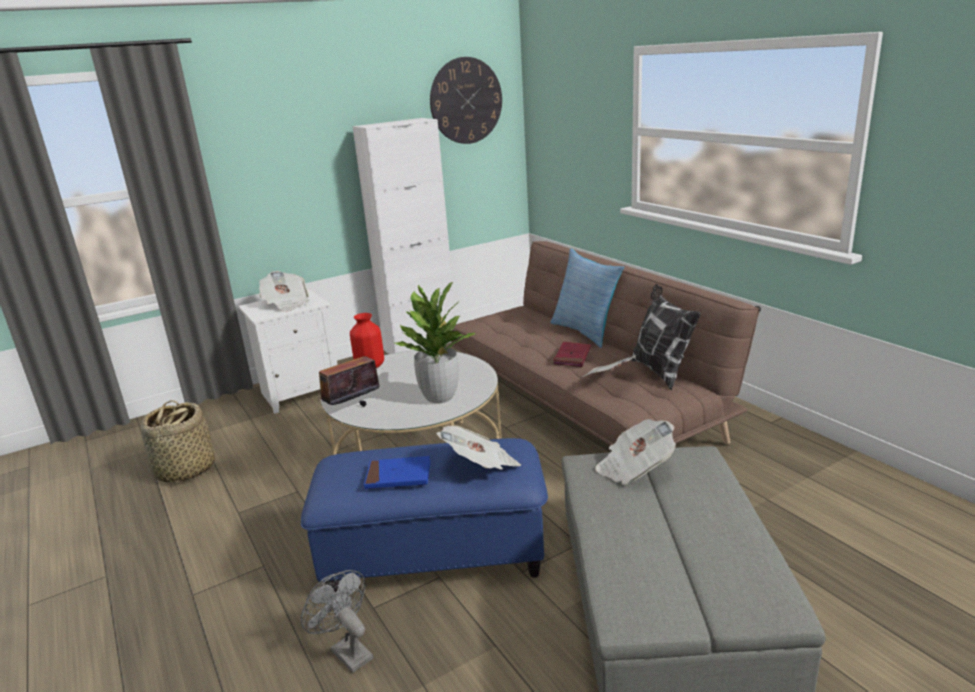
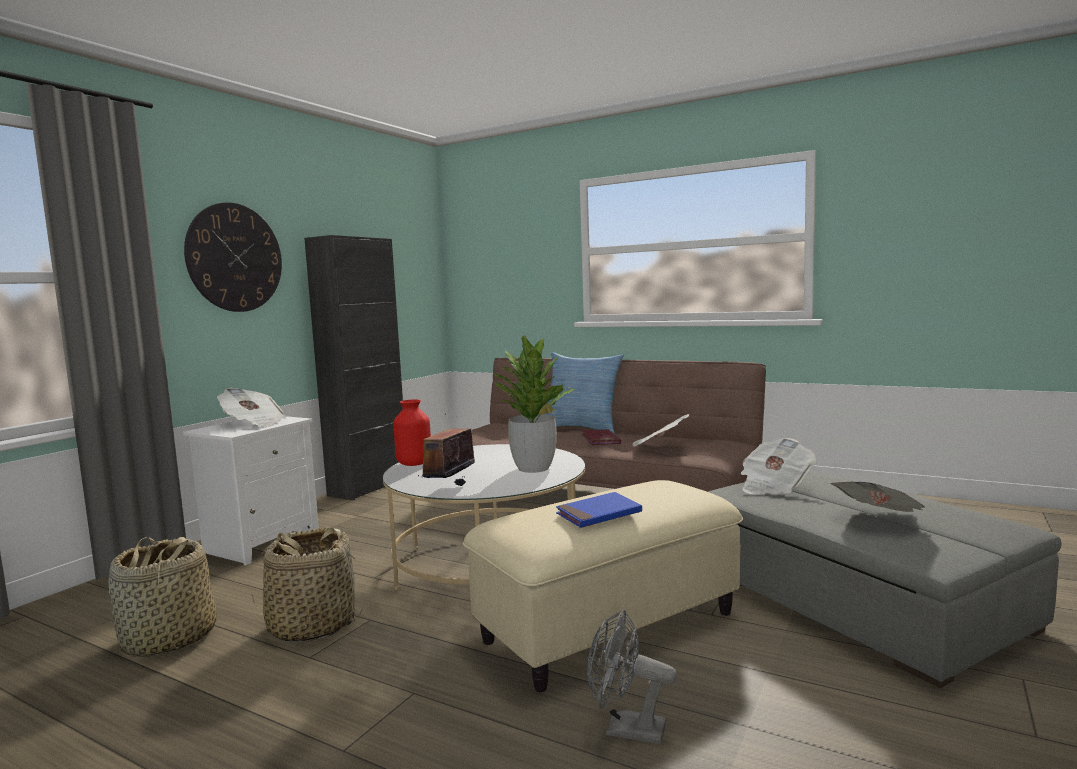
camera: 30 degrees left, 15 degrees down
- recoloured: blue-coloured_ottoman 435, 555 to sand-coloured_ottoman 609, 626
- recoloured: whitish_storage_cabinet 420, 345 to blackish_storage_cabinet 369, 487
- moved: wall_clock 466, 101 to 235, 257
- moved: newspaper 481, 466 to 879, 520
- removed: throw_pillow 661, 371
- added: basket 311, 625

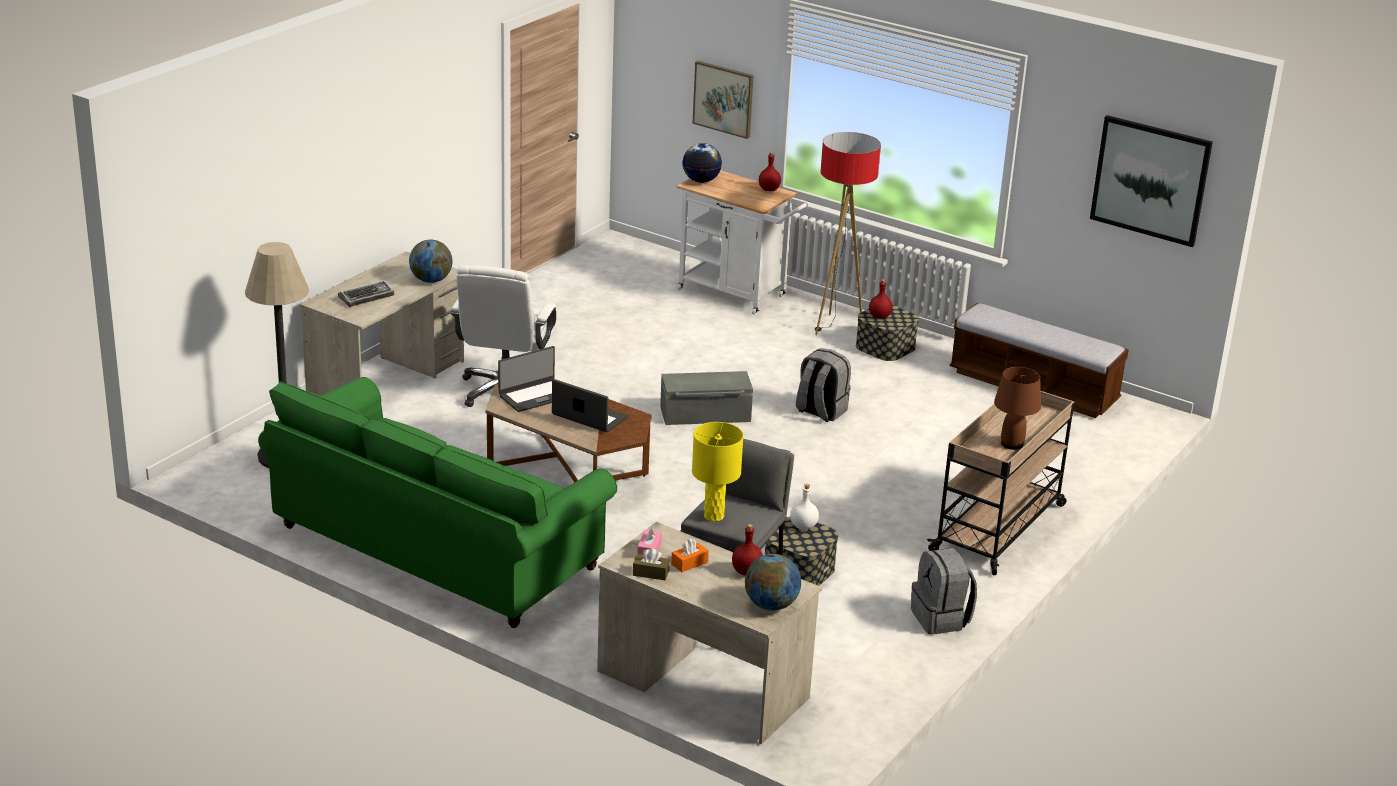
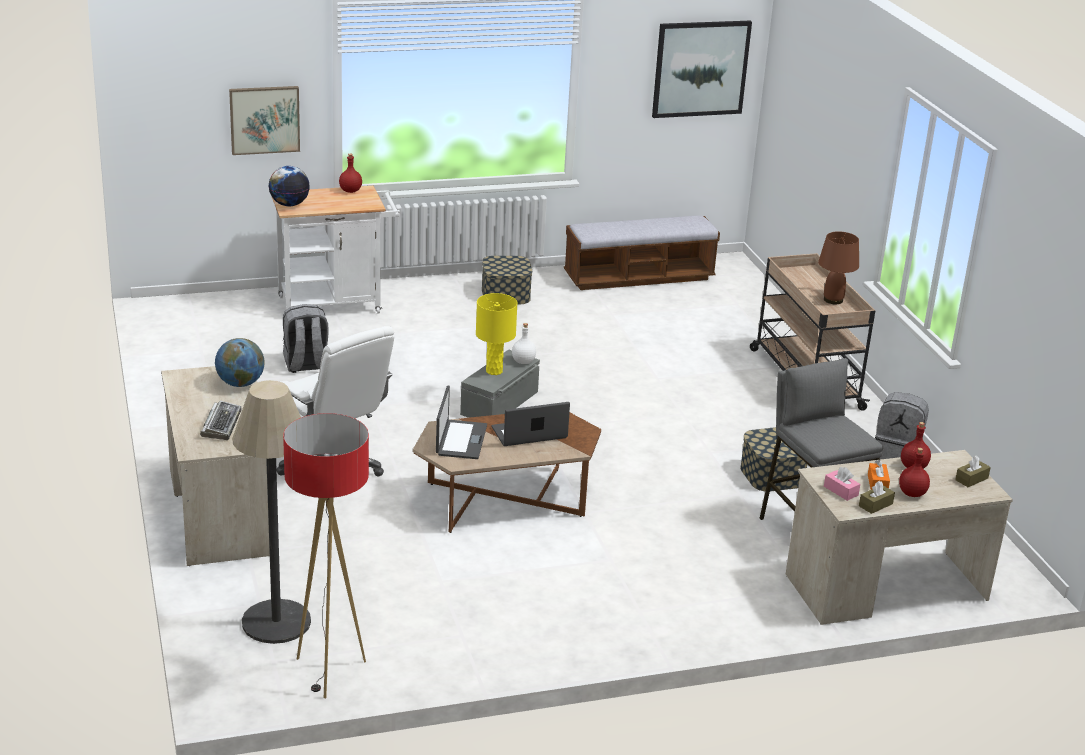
camera: 50 degrees left, 0 degrees up
- removed: green_settee 437, 548
- moved: yellow-coloured_lamp_for_a_table 714, 516 to 494, 371
- replaced: globe 771, 605 to brown_tissue_box 971, 479
- moved: whitish_bottle 803, 526 to 523, 361
- moved: gray_backpack 820, 411 to 306, 365
- moved: floor_lamp 835, 327 to 328, 673
- moved: red_bottle 879, 316 to 911, 493

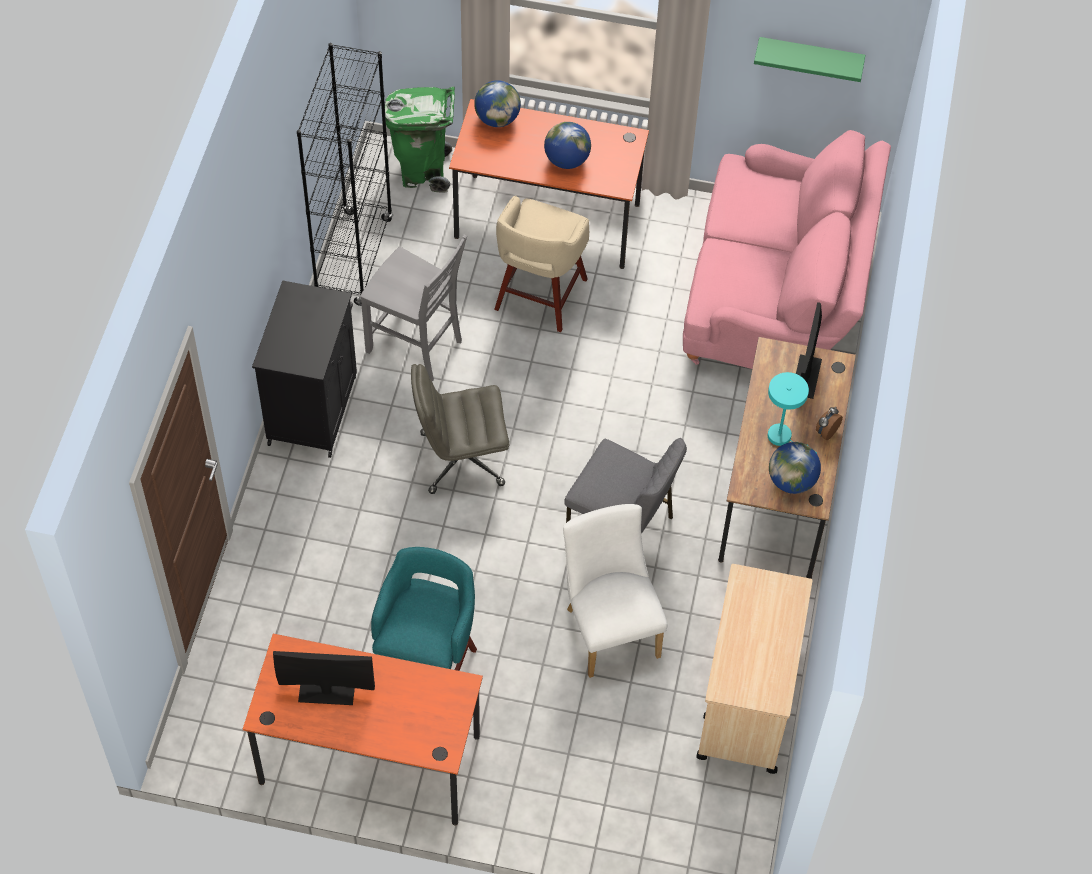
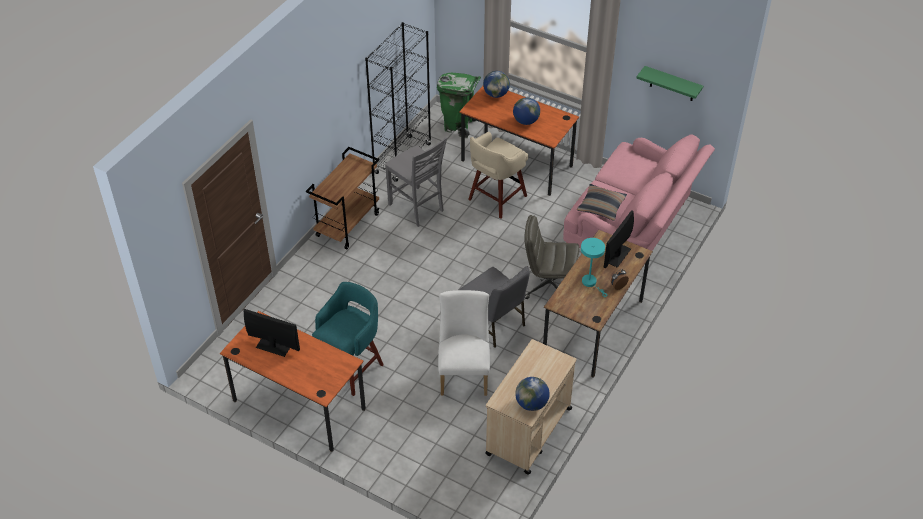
camera: 20 degrees right, 10 degrees down
- replaced: blackish_storage_cabinet 313, 408 to brown_trolley 347, 224
- moved: gray_desk_chair 461, 459 to 548, 285
- moved: globe 791, 481 to 531, 403
- added: throw_pillow 601, 206

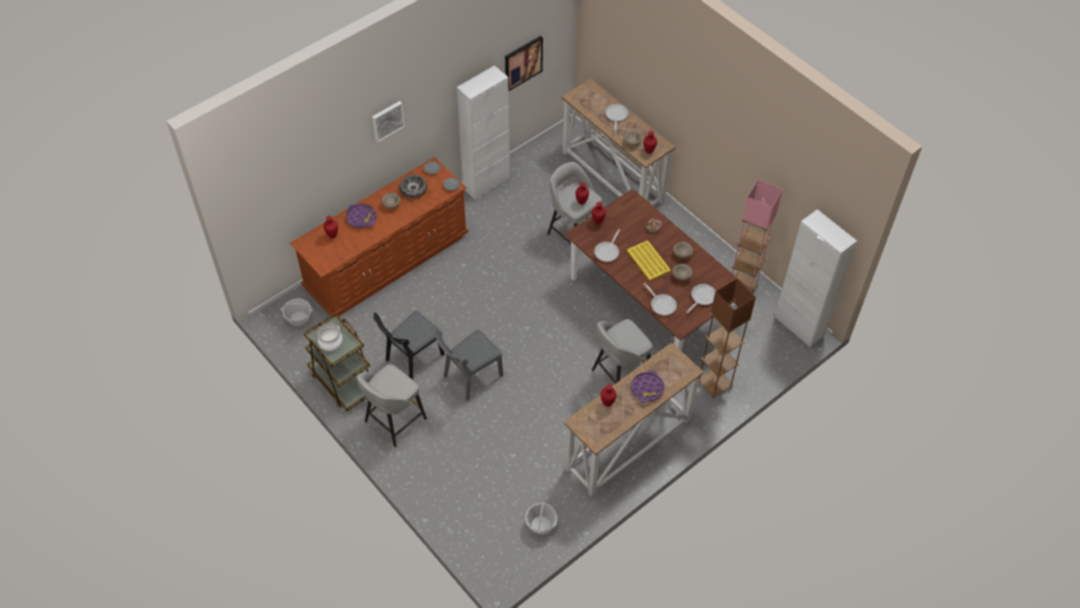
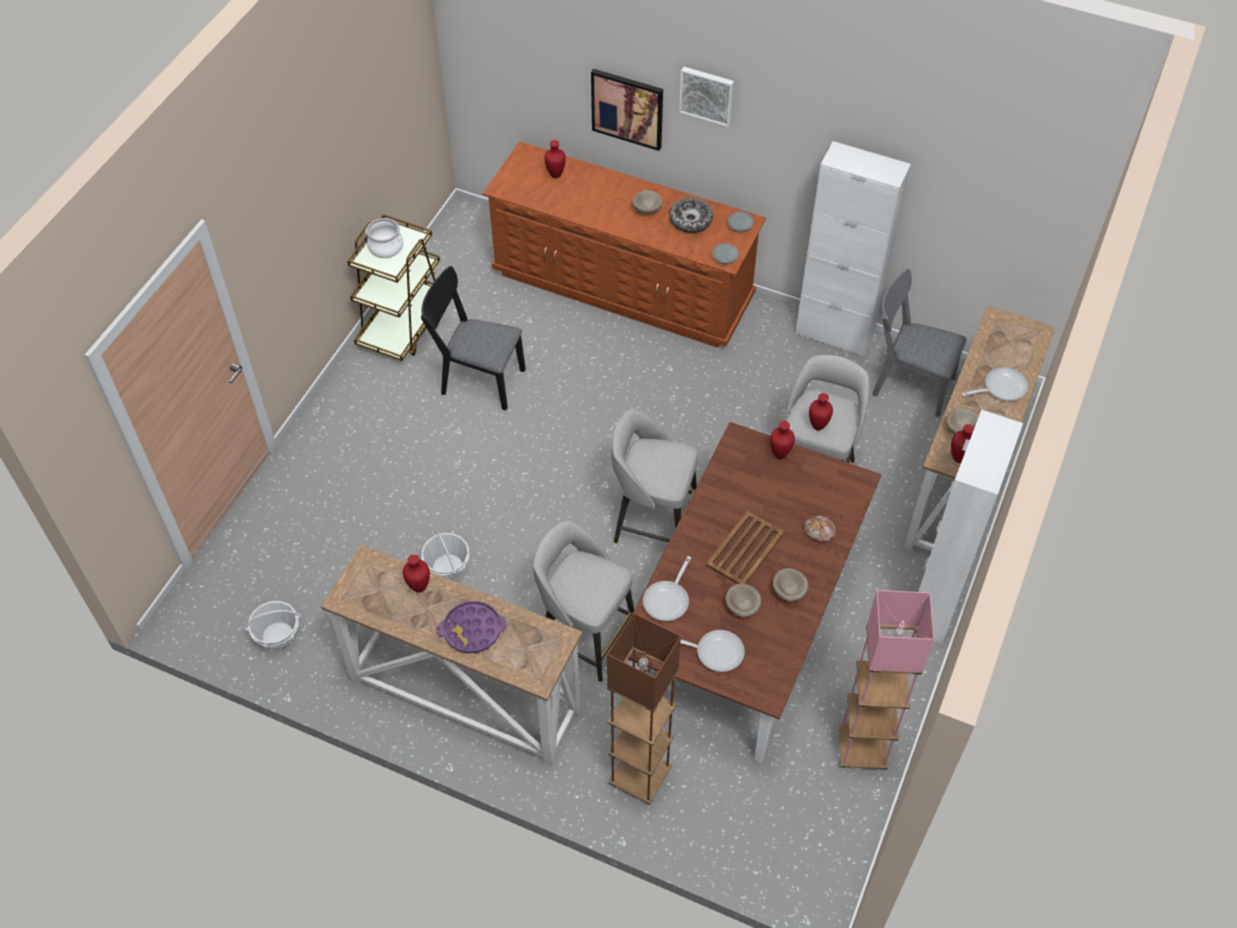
camera: 65 degrees right, 0 degrees up
- moved: basket 299, 319 to 447, 567
- removed: purple_serving_tray 361, 218
- moved: gray_sitting_stool 394, 421 to 653, 522
- moved: gray_chair 469, 378 to 907, 383
- moved: picture 523, 63 to 627, 108
- removed: pan 608, 251
- recoloured: yellow-coloured_serving_tray 648, 260 to brown_serving_tray 745, 549
- moved: whitish_storage_cabinet 799, 326 to 936, 604

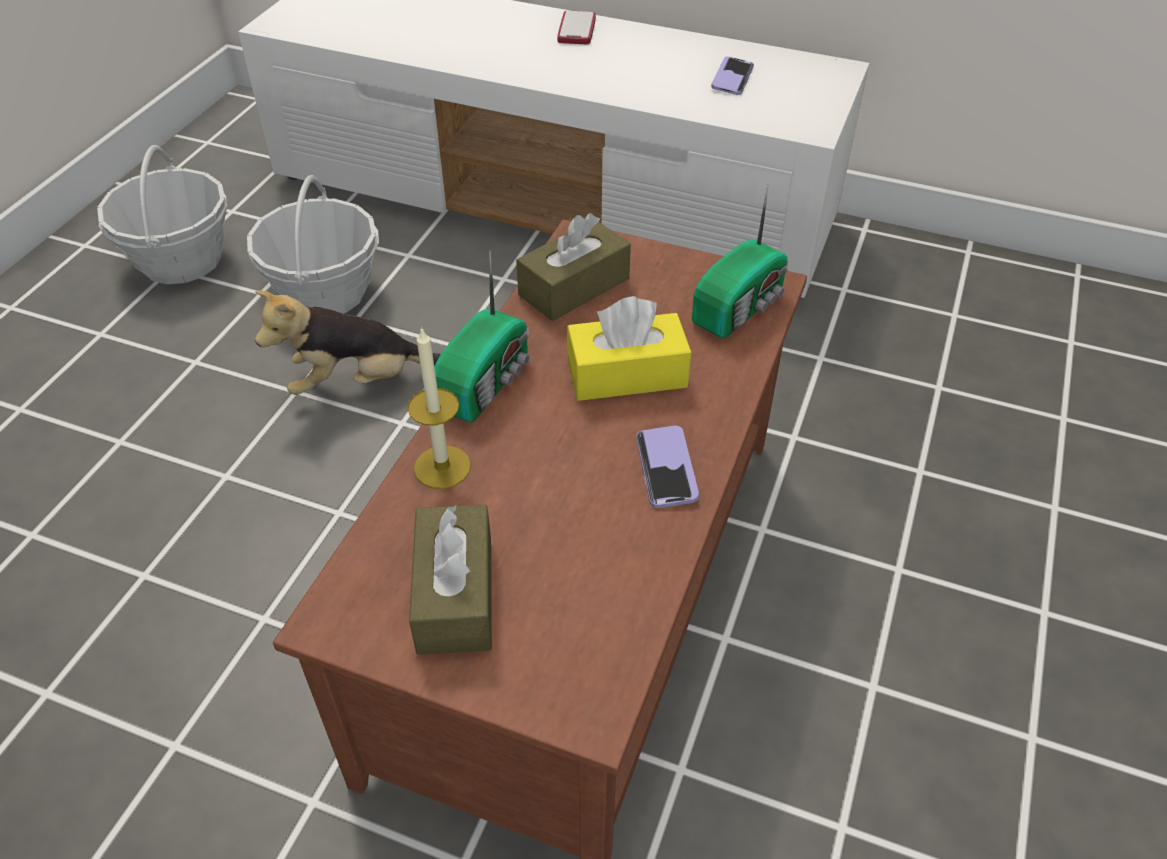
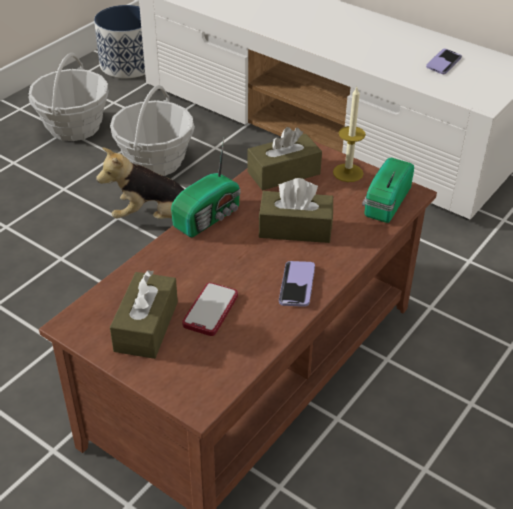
camera: 15 degrees right, 5 degrees down
- moved: wax_candle 442, 467 to 348, 173
- moved: telephone 576, 30 to 210, 310
- recoloured: yellow-coloured_tissue_box 627, 374 to brown_tissue_box 295, 228
- turned: radio 741, 306 = 385, 203 150 degrees clockwise
- added: flower_pot 128, 65

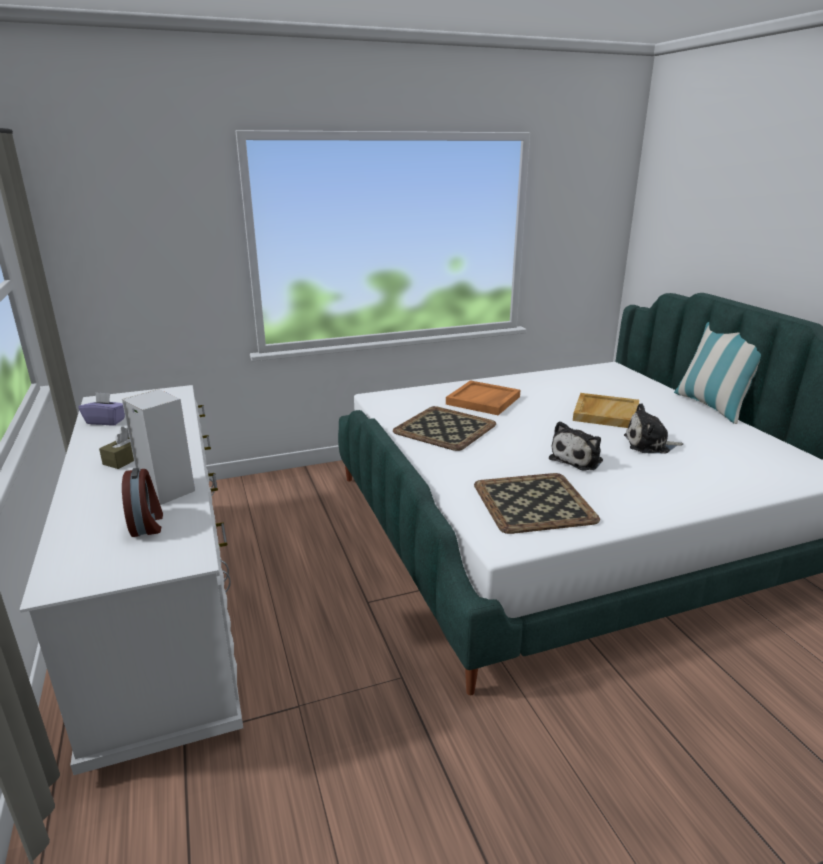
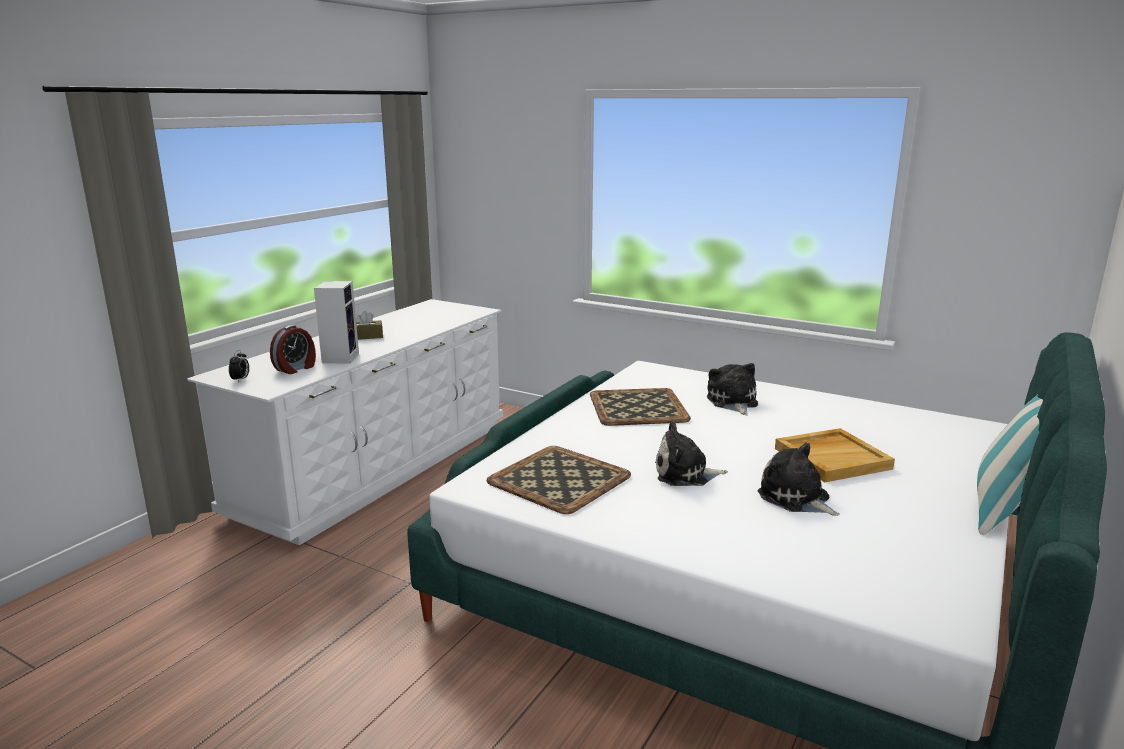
camera: 50 degrees right, 5 degrees down
- removed: purple_tissue_box 106, 421
- replaced: orange_serving_tray 483, 401 to plush_toy 732, 402
- added: bedside_clock 241, 380

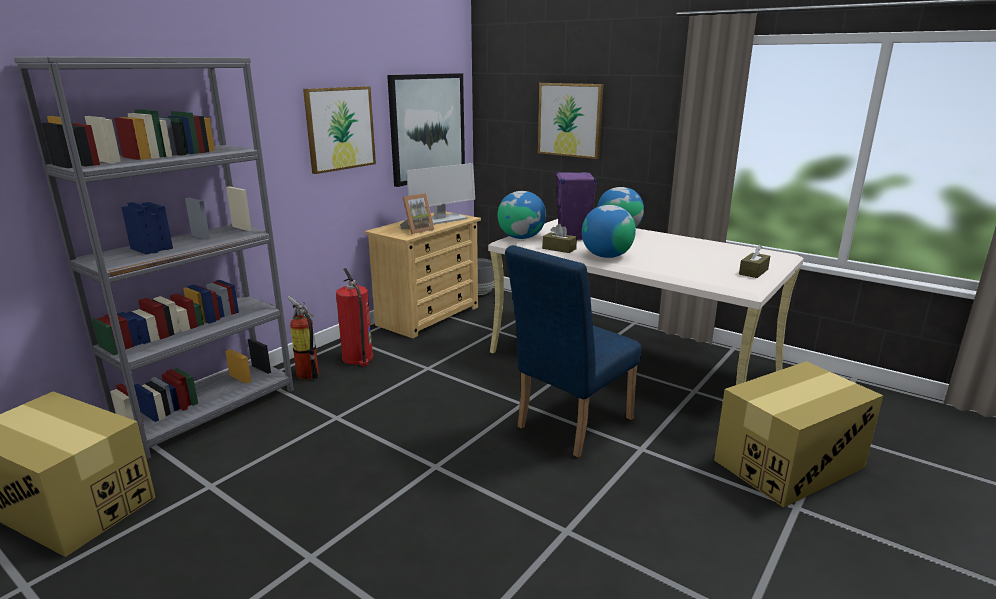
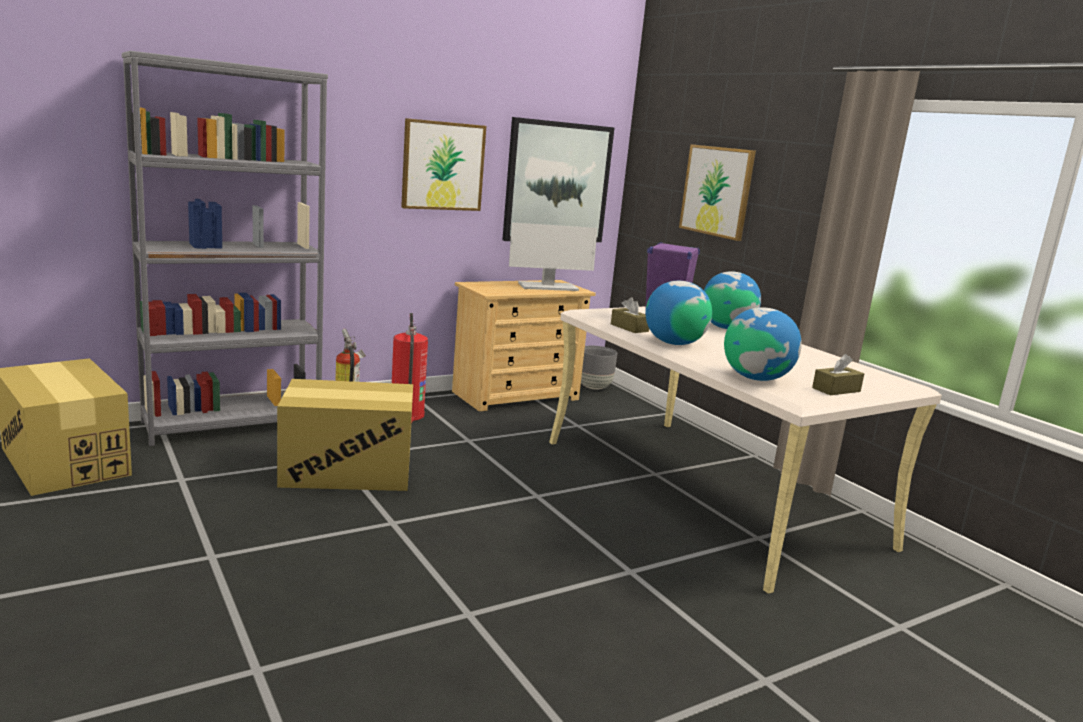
camera: 20 degrees right, 5 degrees down
- removed: picture_frame 417, 230
- moved: globe 521, 237 to 756, 378
- removed: blue-coloured_chair 569, 426
- moved: cardboard_box 789, 463 to 347, 471

